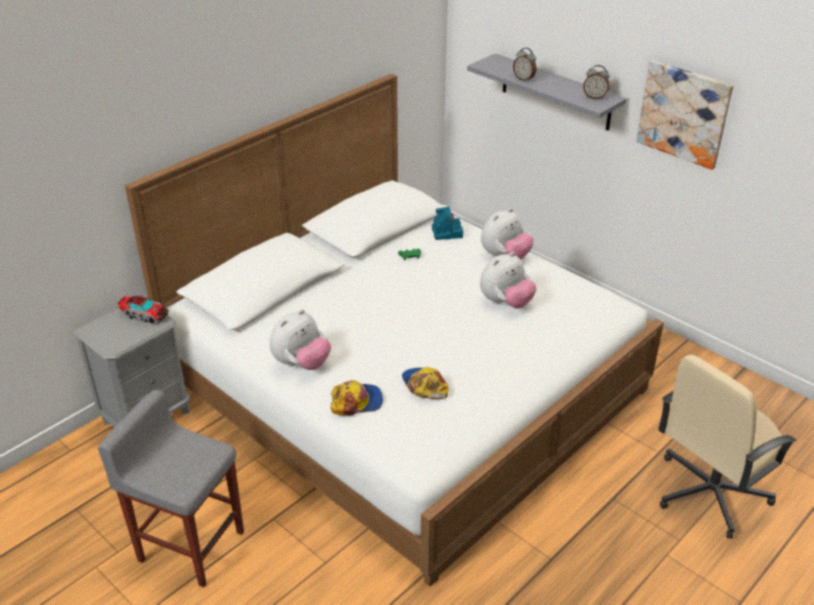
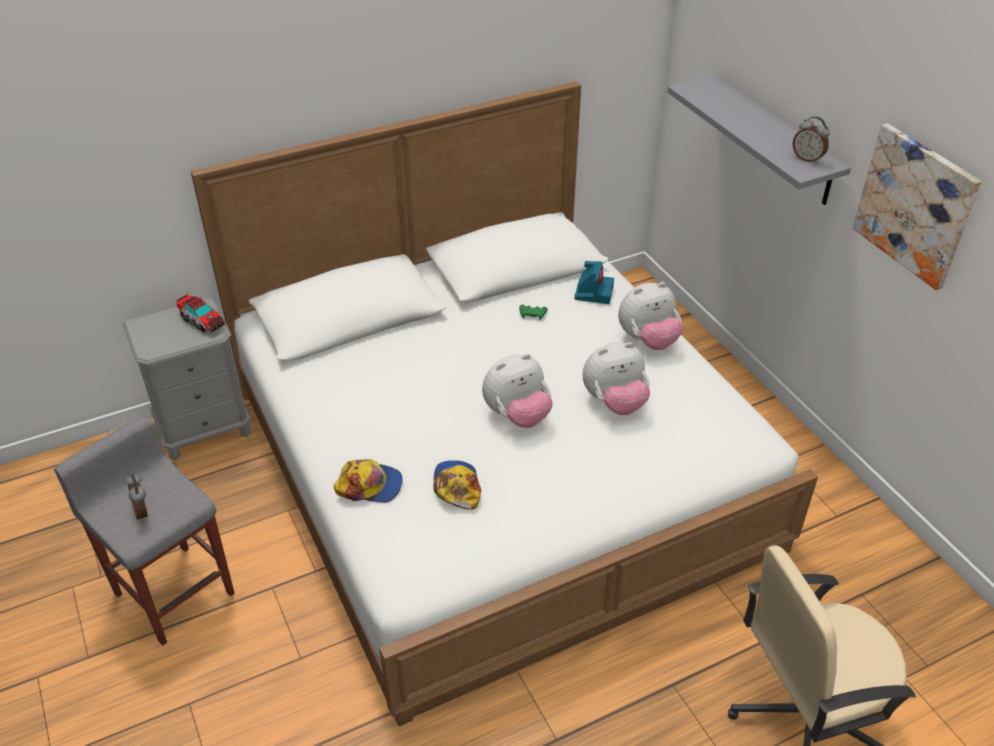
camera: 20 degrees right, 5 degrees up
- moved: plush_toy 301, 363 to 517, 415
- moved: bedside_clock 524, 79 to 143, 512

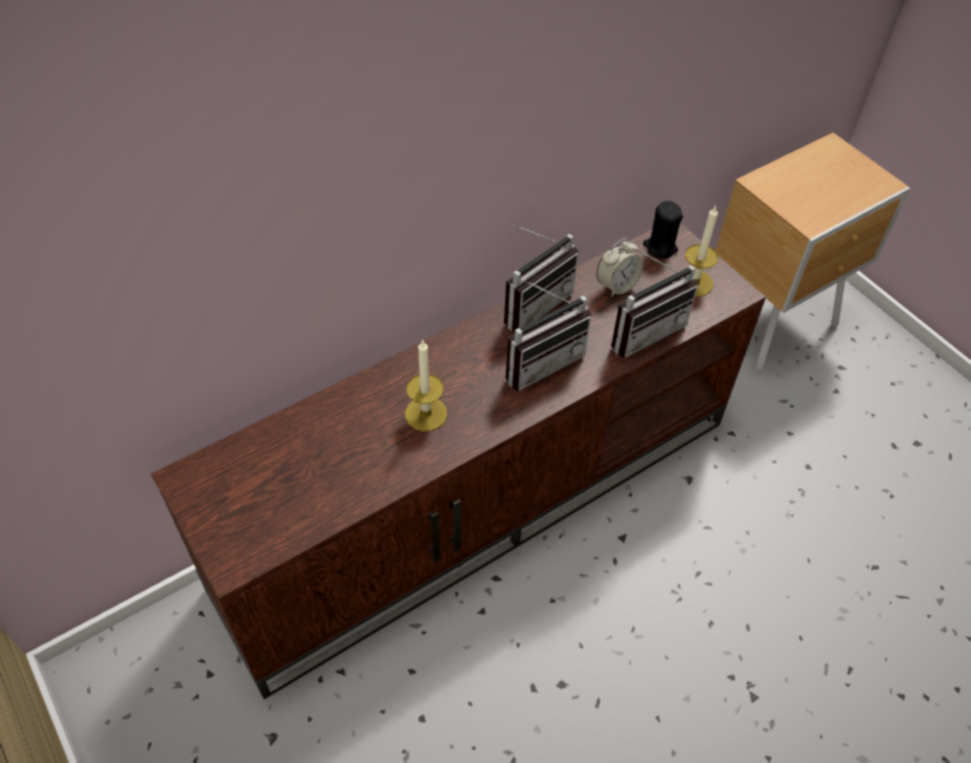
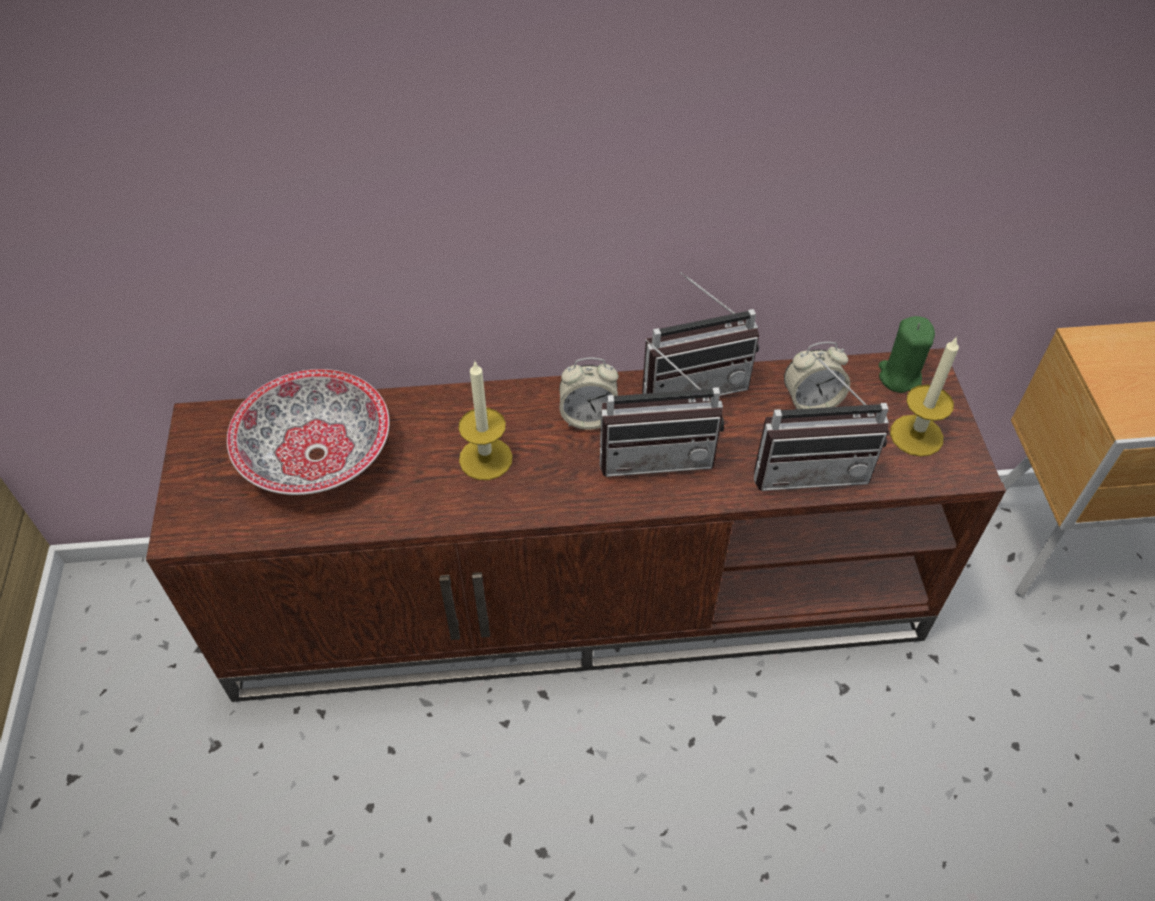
camera: 30 degrees right, 0 degrees up
- recoloured: blackish_wax_candle 660, 247 to green_wax_candle 899, 376
- added: serving_bowl 317, 453
- added: bedside_clock 588, 417

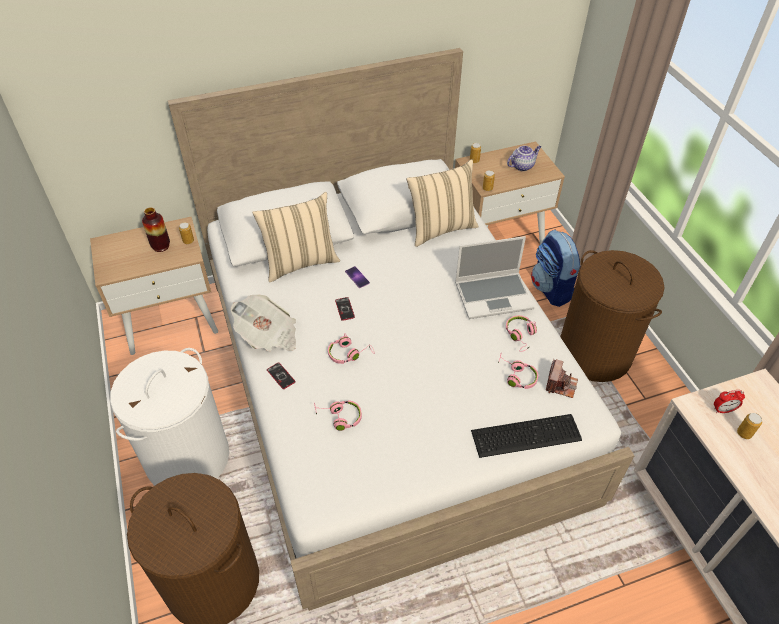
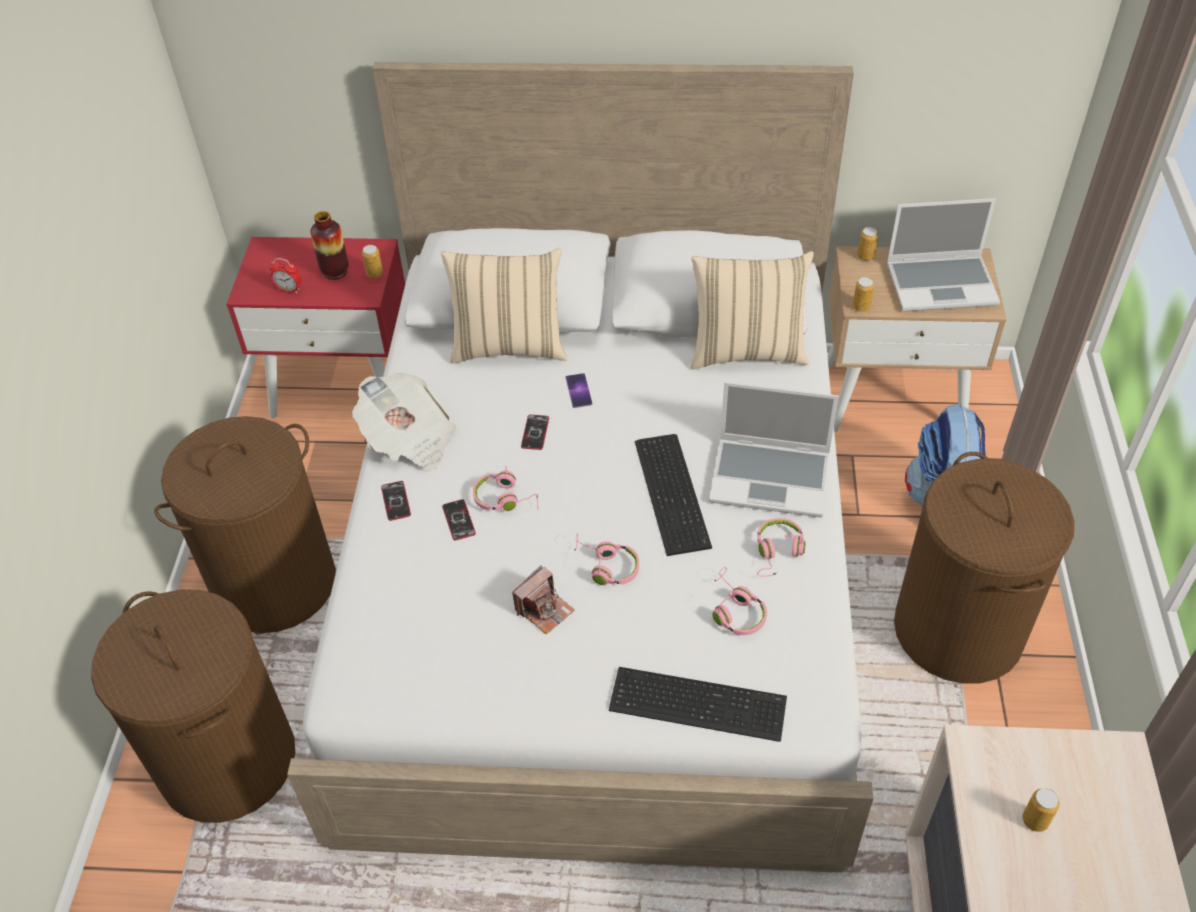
camera: 25 degrees right, 0 degrees up
- recoloured: sand-coloured_nightstand 171, 320 to red_nightstand 343, 384
- recoloured: whitish_hamper 187, 457 to brown_hamper 275, 582
- moved: pink_headphones 339, 417 to 606, 566
- replaced: teapot 522, 166 to notebook_computer 942, 284
- moved: photo_camera 560, 385 to 544, 609
- moved: bedside_clock 723, 410 to 289, 290
- added: telephone 459, 520
- added: computer_keyboard 674, 491

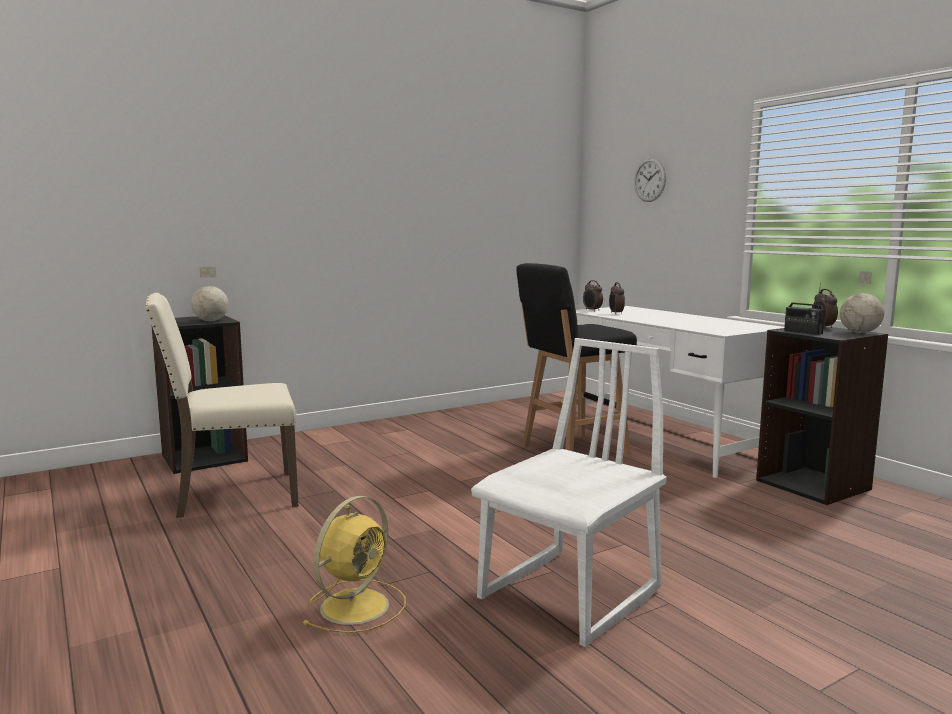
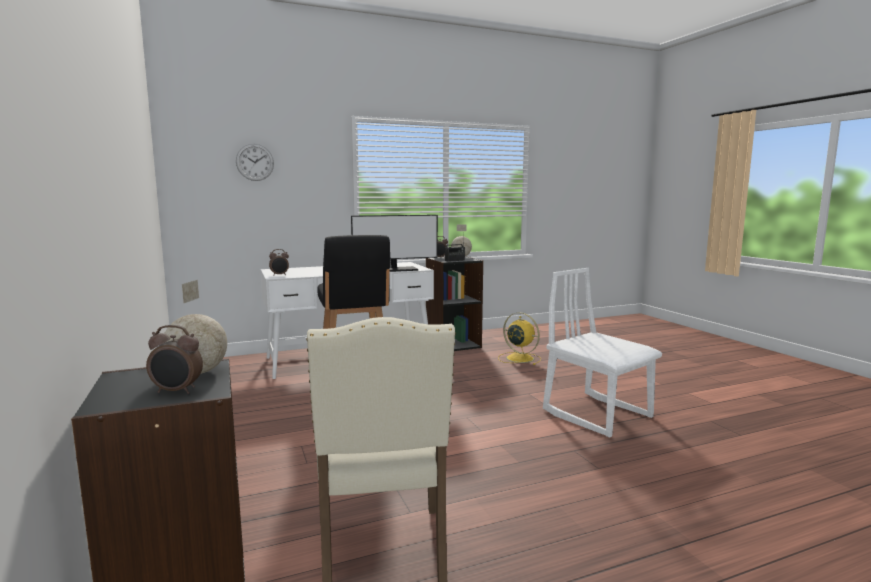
camera: 80 degrees left, 0 degrees up
- moved: yellow-coloured_cooling_fan 357, 605 to 518, 358
- moved: bedside_clock 616, 313 to 177, 391
- added: computer_screen 395, 270

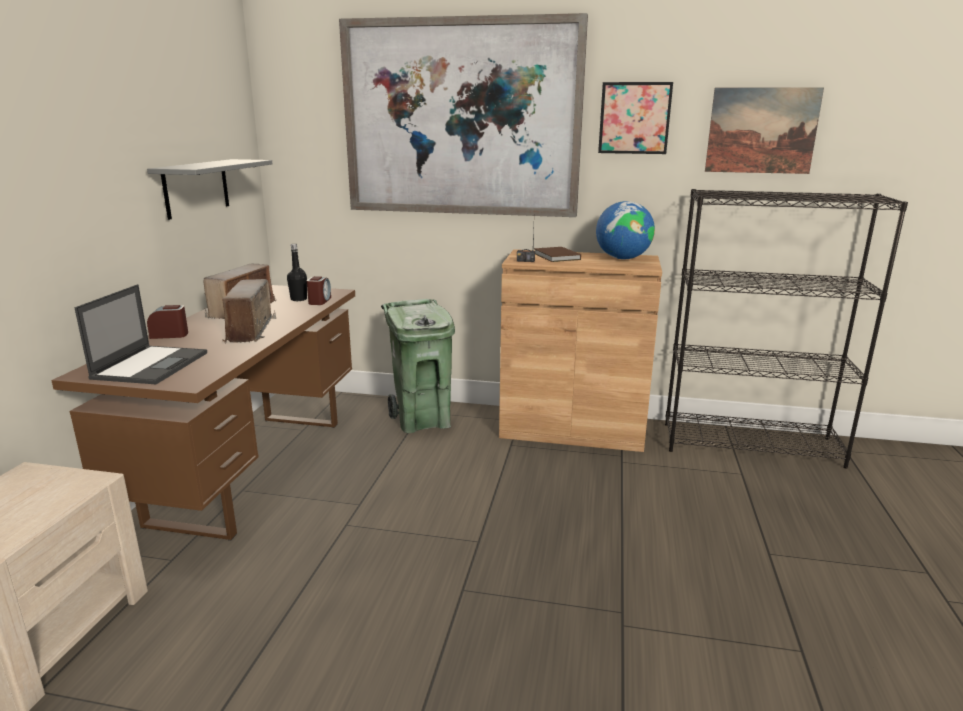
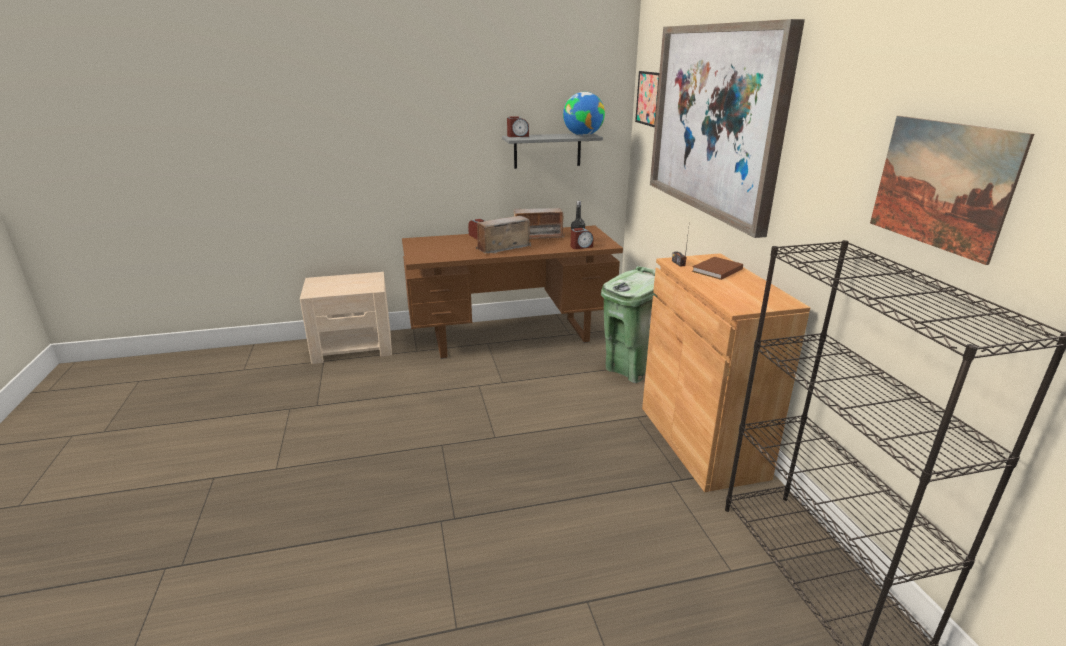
camera: 65 degrees right, 5 degrees up
- removed: notebook_computer 151, 365
- moved: globe 622, 258 to 582, 135
- moved: picture 634, 118 to 649, 98
- added: bedside_clock 517, 136

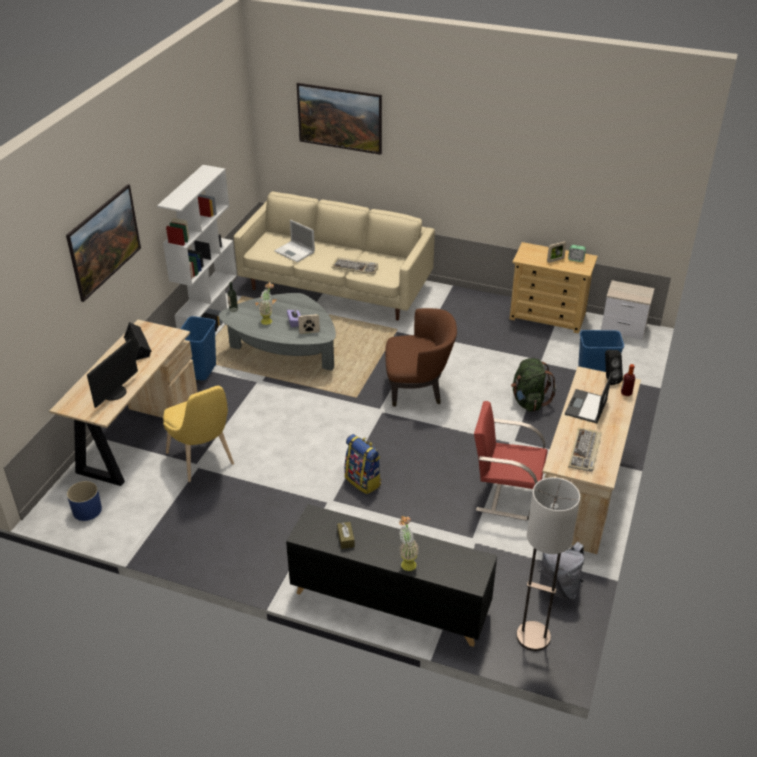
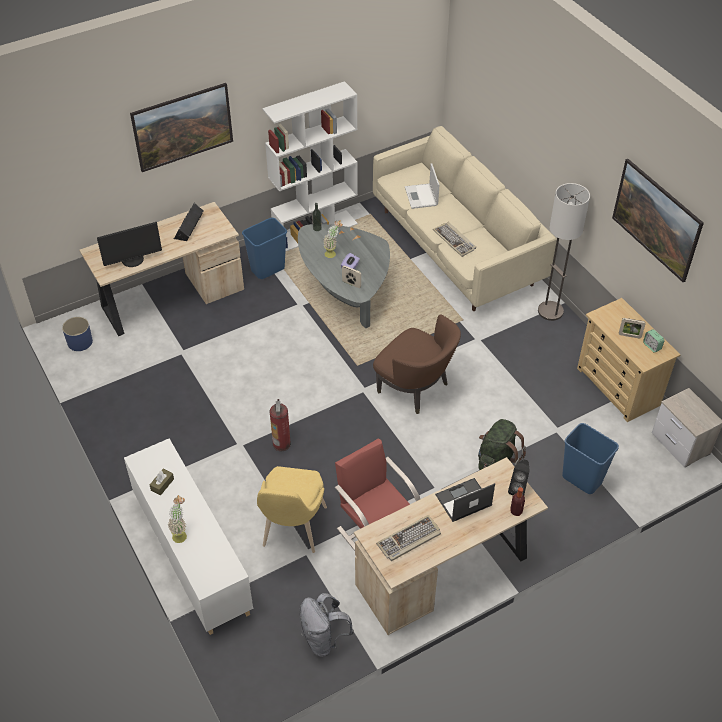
camera: 40 degrees right, 10 degrees up
- moved: yellow-coloured_chair 203, 461 to 292, 531
- recoloured: blackish_storage_cabinet 389, 602 to whitish_storage_cabinet 192, 555
- moved: picture 340, 132 to 652, 234
- replaced: backpack 363, 481 to fire_extinguisher 282, 444
- moved: floor_lamp 533, 636 to 550, 311

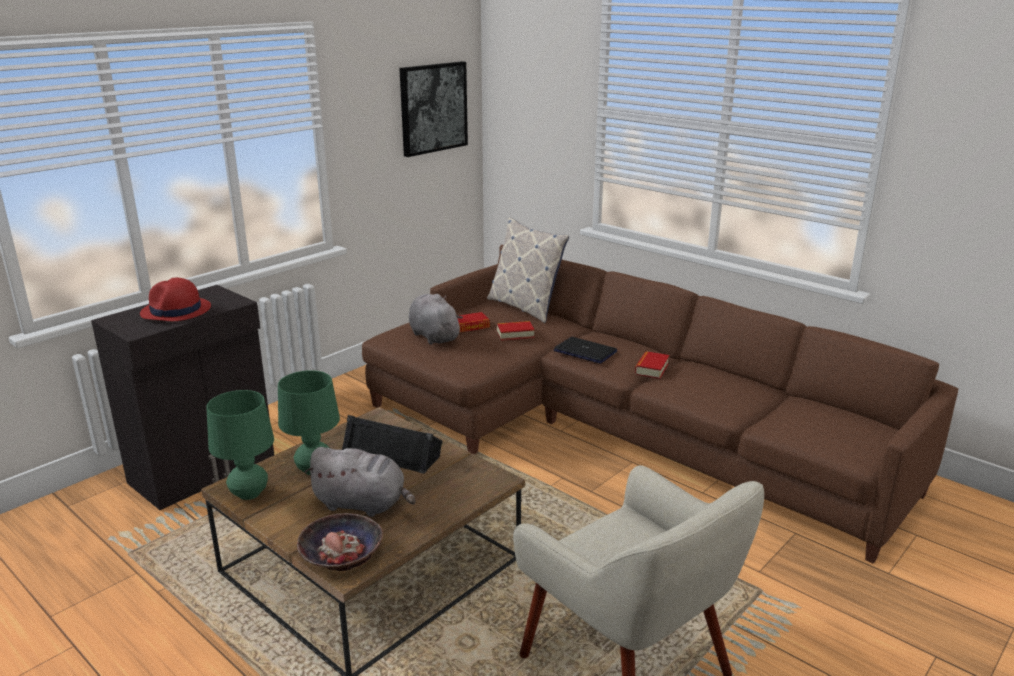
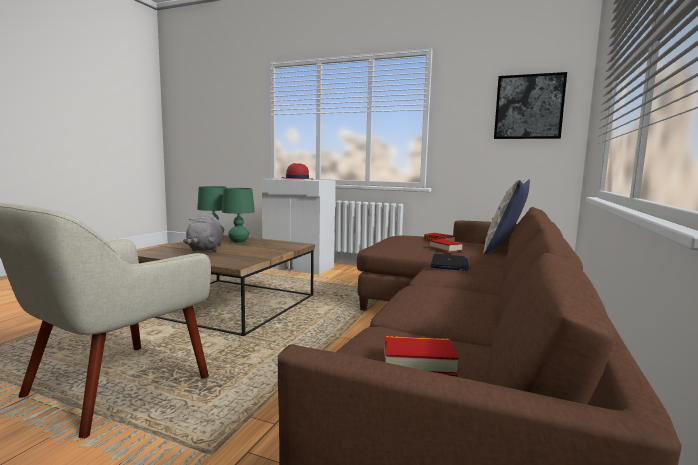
camera: 70 degrees right, 15 degrees down
- recoloured: blackish_storage_cabinet 204, 470 to whitish_storage_cabinet 298, 267
- removed: serving_bowl 341, 553
- removed: blackish_speaker 392, 452
- removed: gray_plush_toy 433, 336
- moved: bound_book 651, 369 to 418, 362

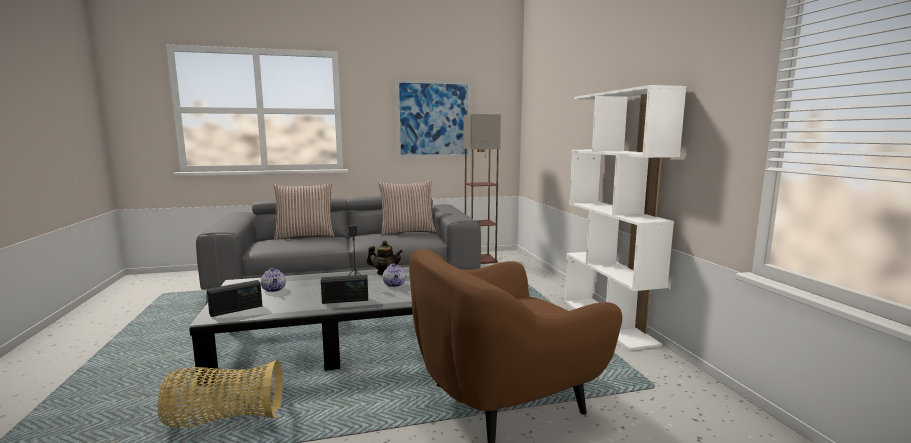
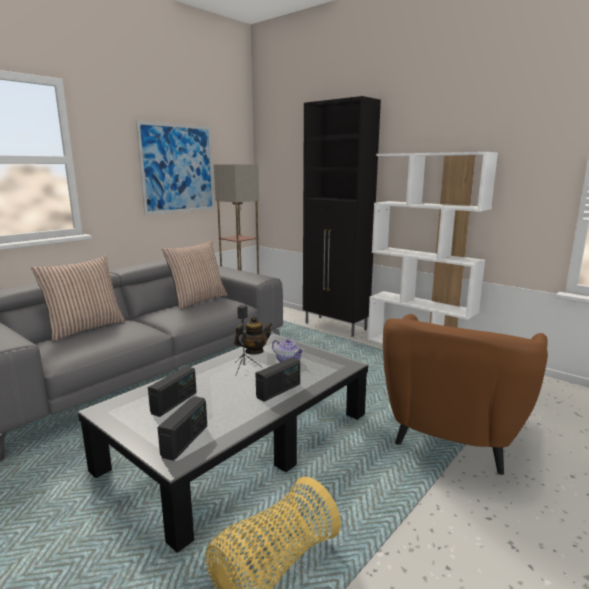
camera: 35 degrees left, 5 degrees up
- replaced: teapot 274, 289 to radio 174, 403
- added: blackish_storage_cabinet 336, 326

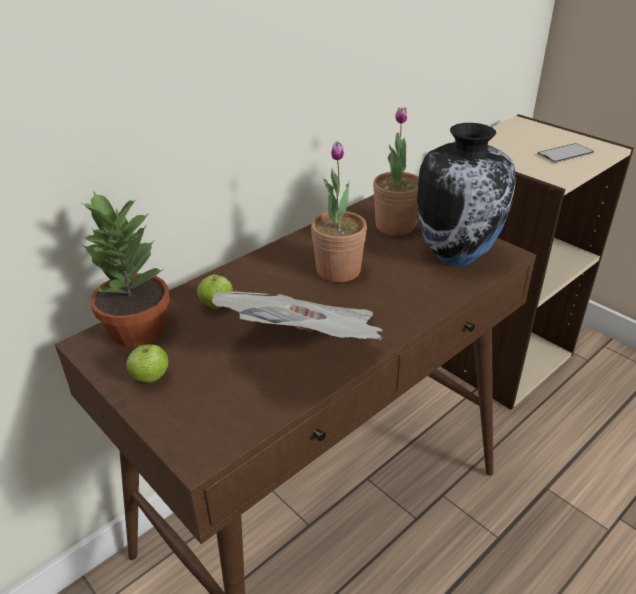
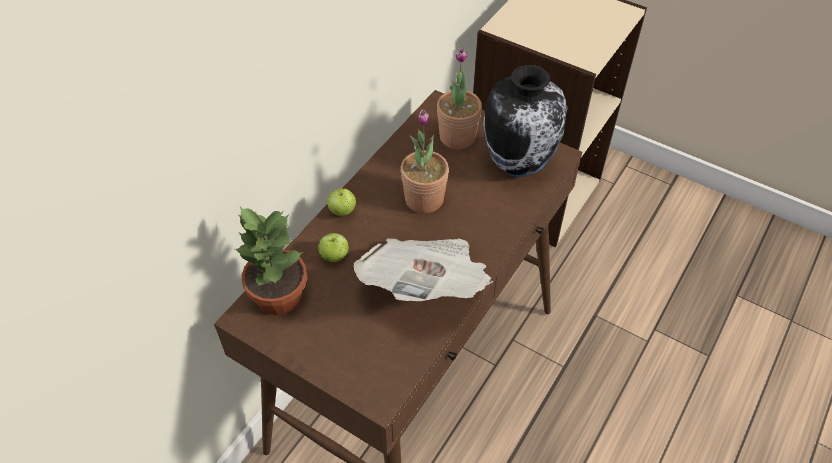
camera: 15 degrees left, 15 degrees up
- moved: apple 151, 378 to 342, 211
- removed: telephone 565, 153

